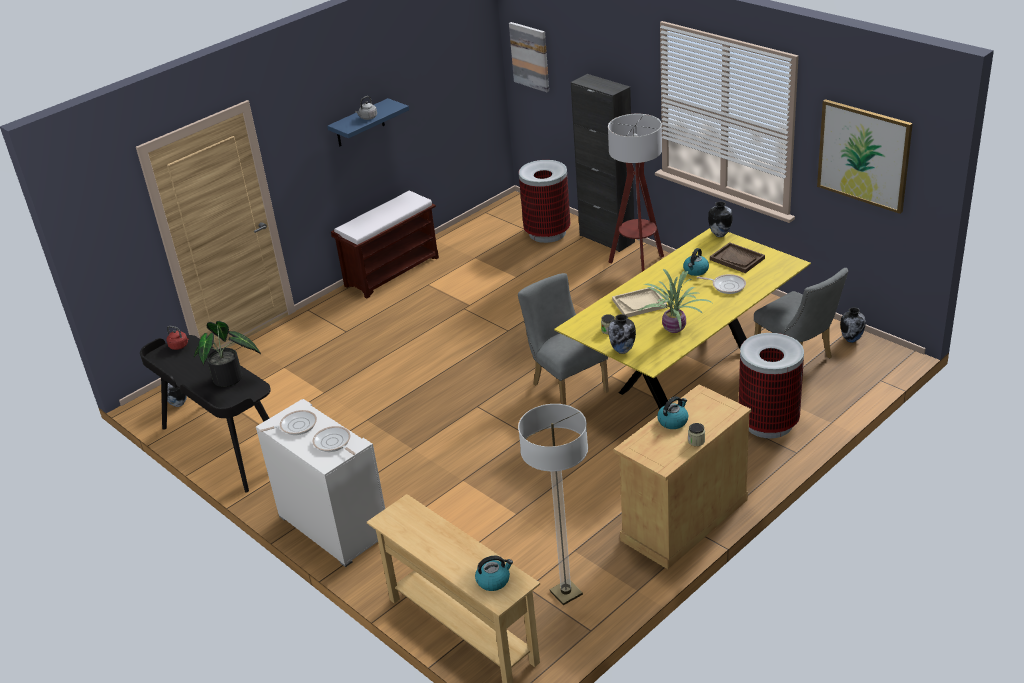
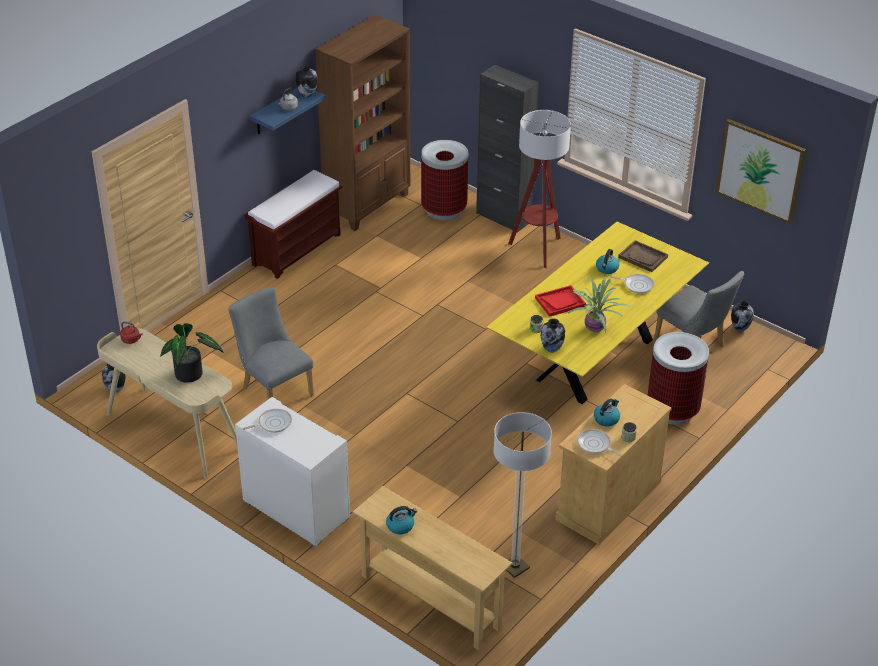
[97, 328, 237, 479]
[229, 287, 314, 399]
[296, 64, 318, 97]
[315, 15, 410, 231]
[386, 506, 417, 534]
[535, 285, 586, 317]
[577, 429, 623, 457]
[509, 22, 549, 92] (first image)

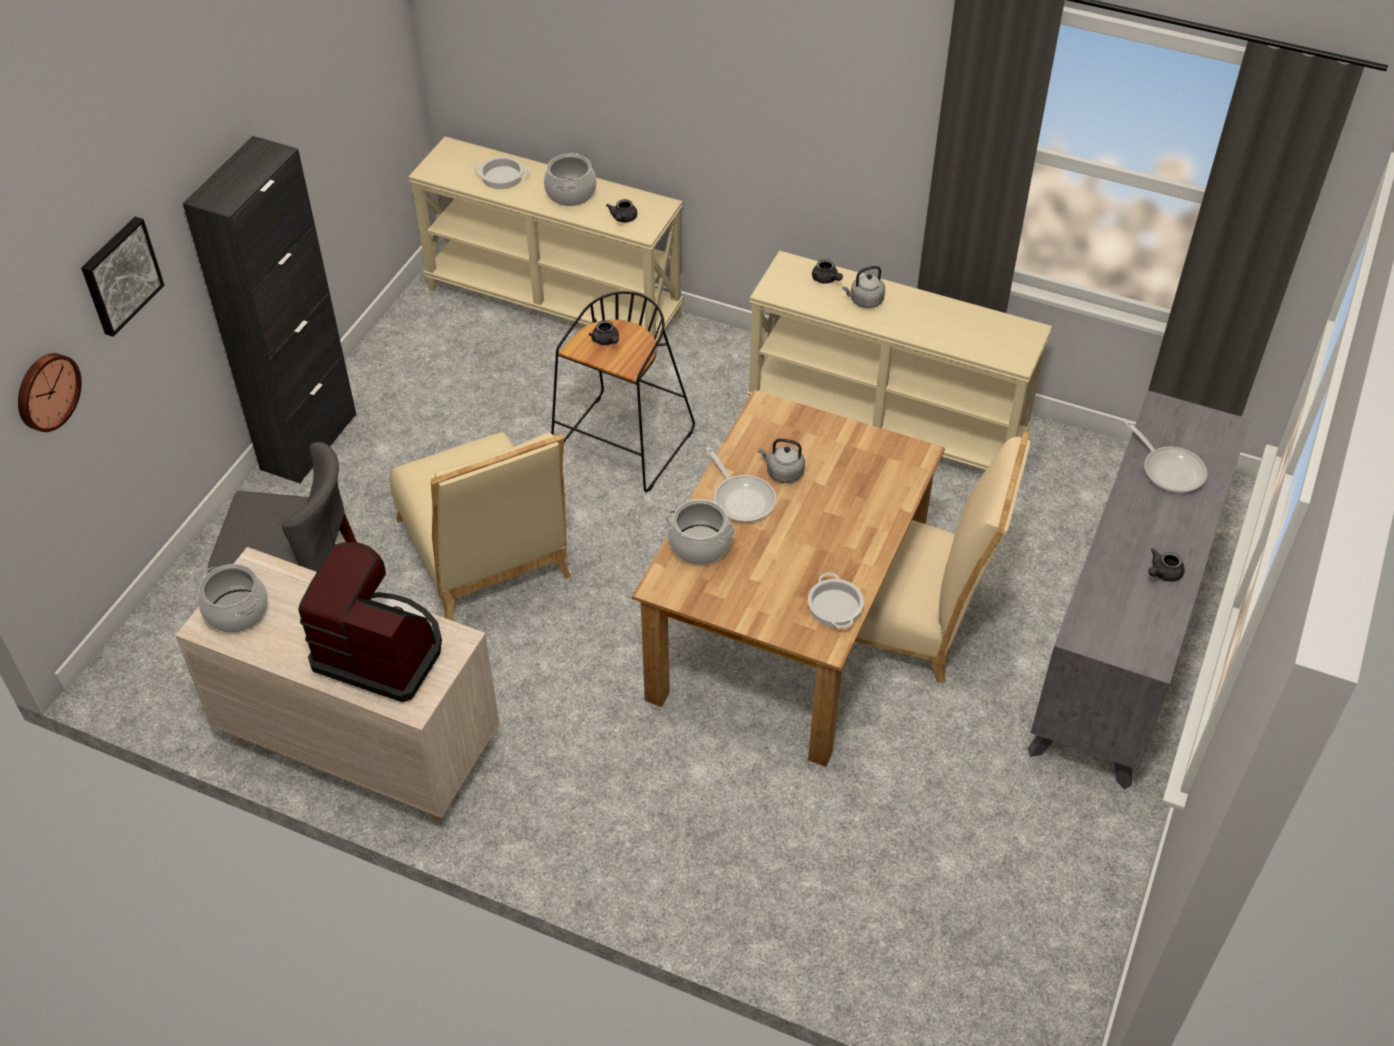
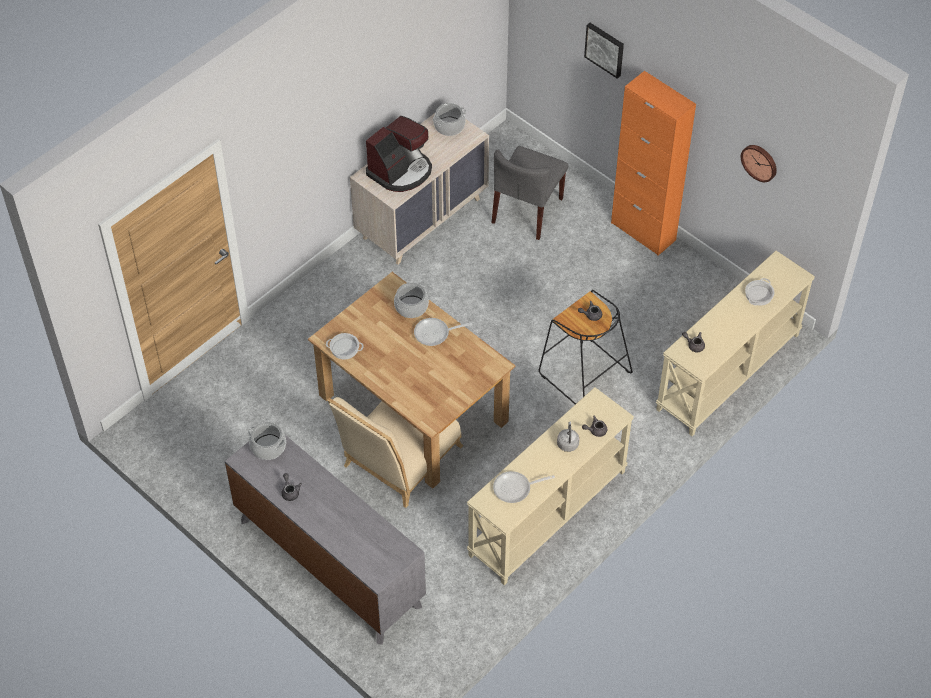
[248, 422, 286, 460]
[493, 471, 555, 503]
[611, 71, 696, 256]
[741, 145, 777, 182]
[390, 432, 571, 621] (first image)
[759, 438, 805, 483] (first image)

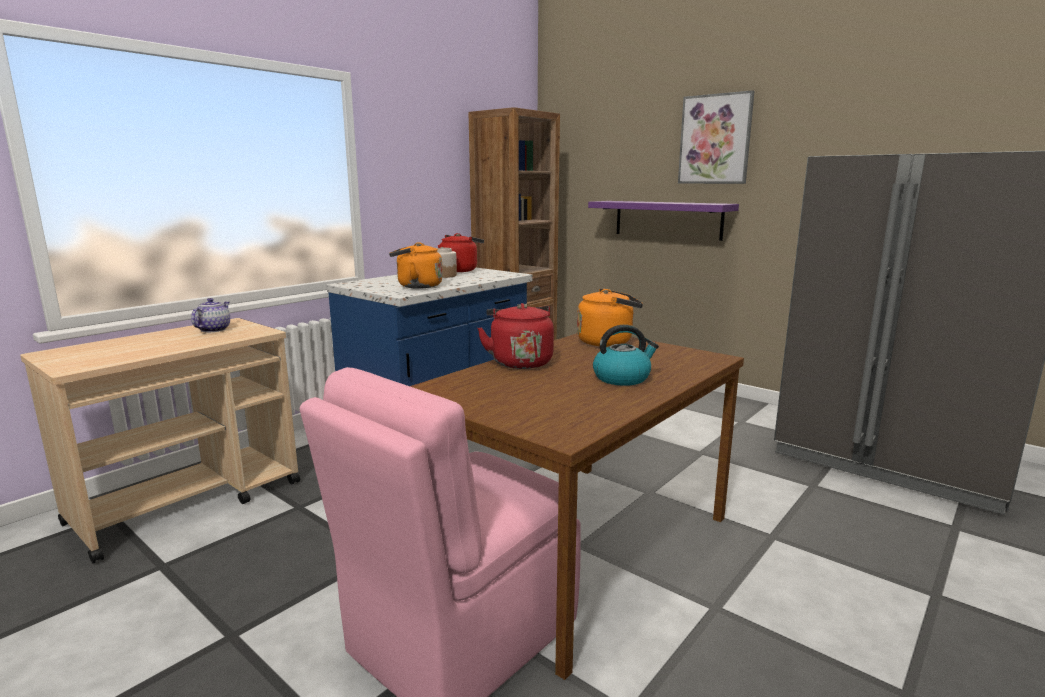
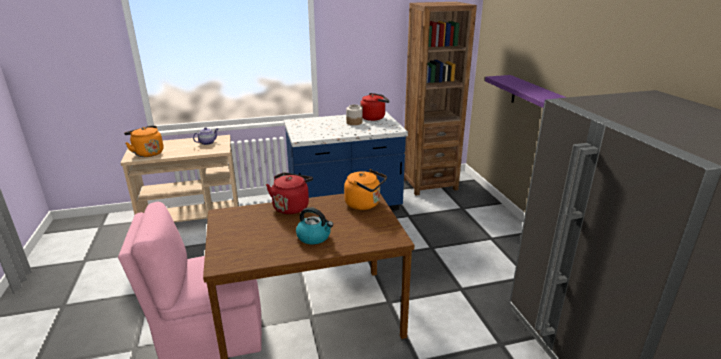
[124, 126, 164, 157]
[678, 90, 755, 184] (first image)

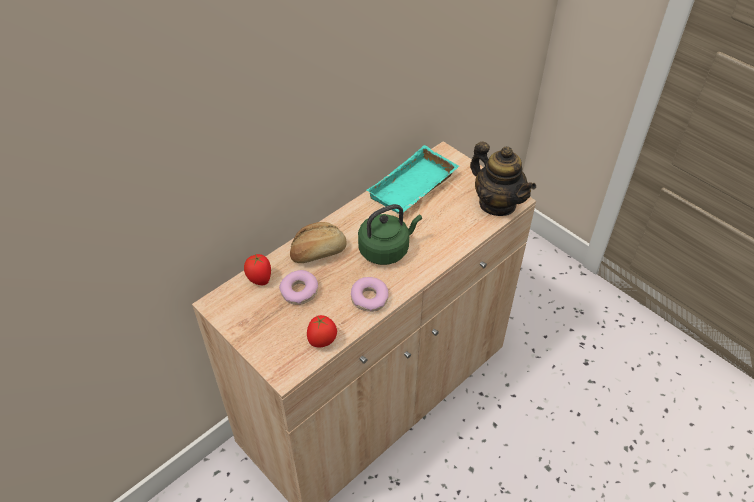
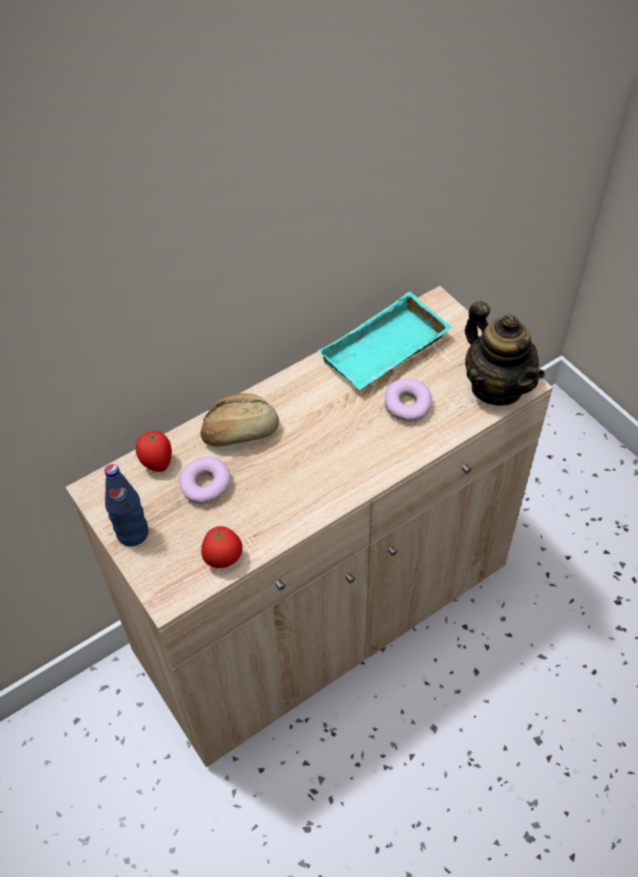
[105, 464, 148, 546]
[385, 378, 432, 422]
[358, 204, 422, 265] (first image)

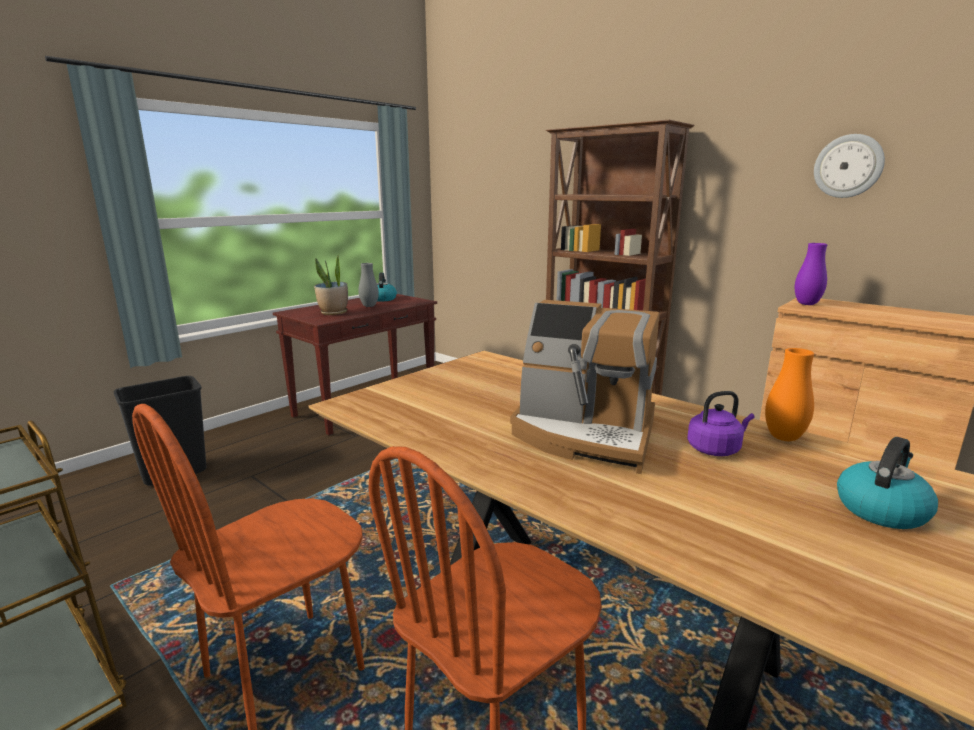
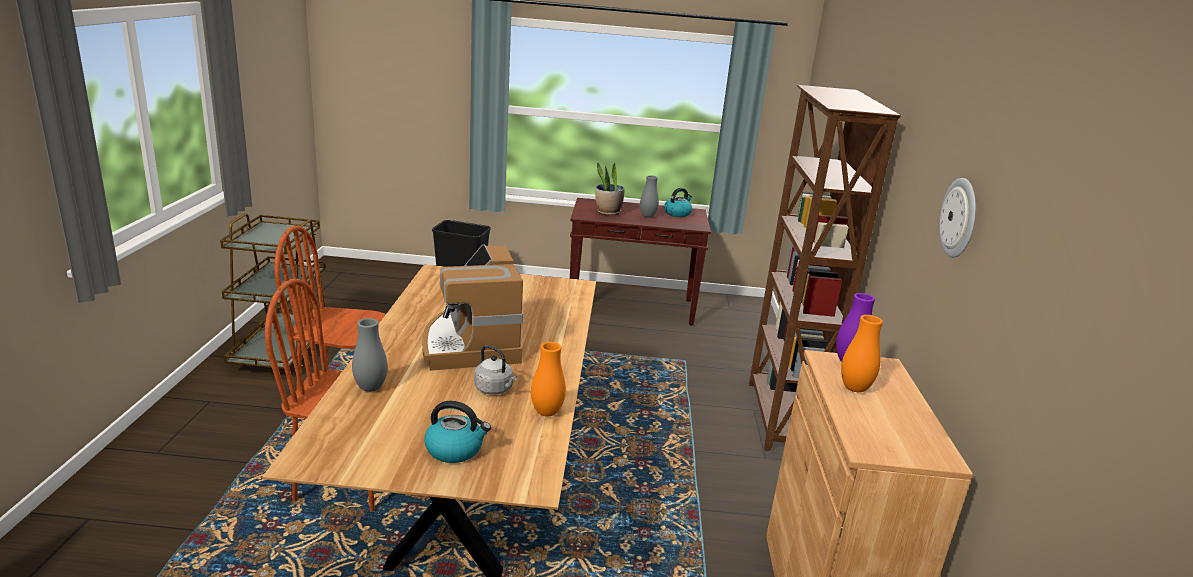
[352, 318, 388, 392]
[474, 345, 517, 395]
[841, 315, 883, 392]

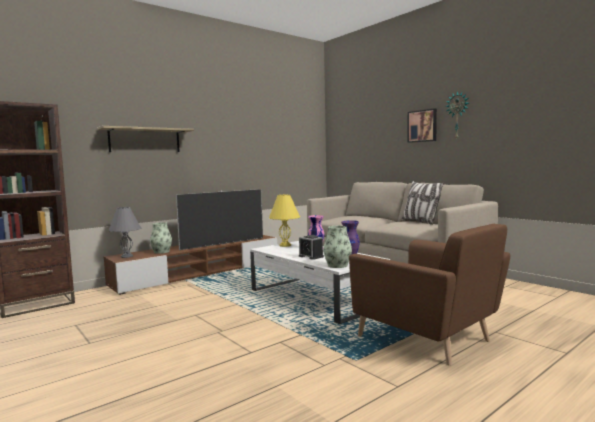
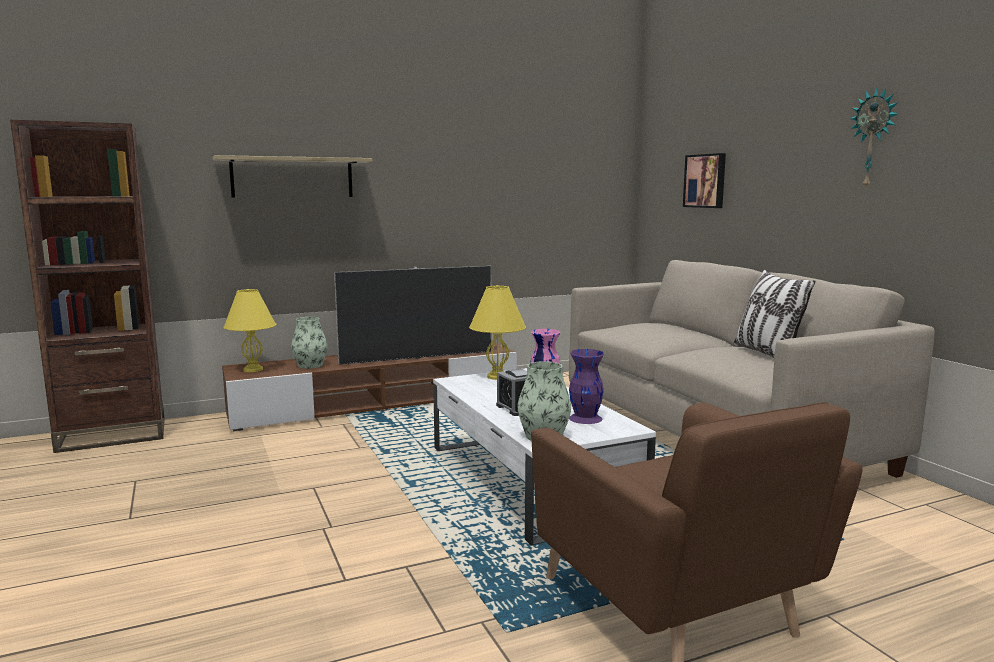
[224, 289, 276, 372]
[683, 153, 726, 208]

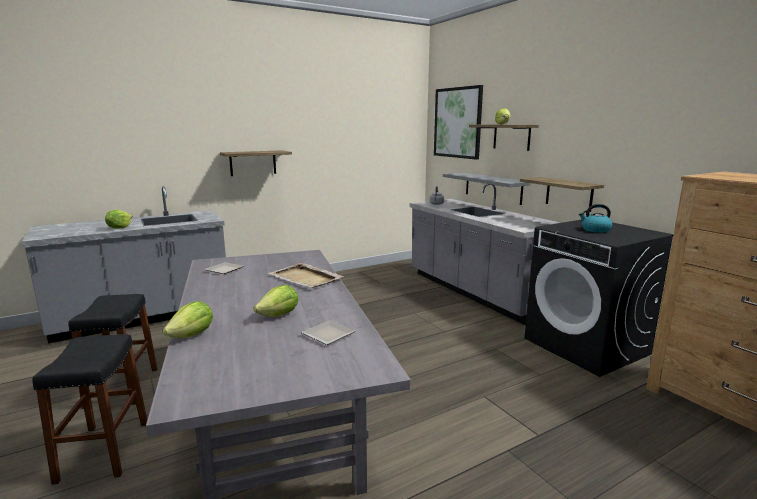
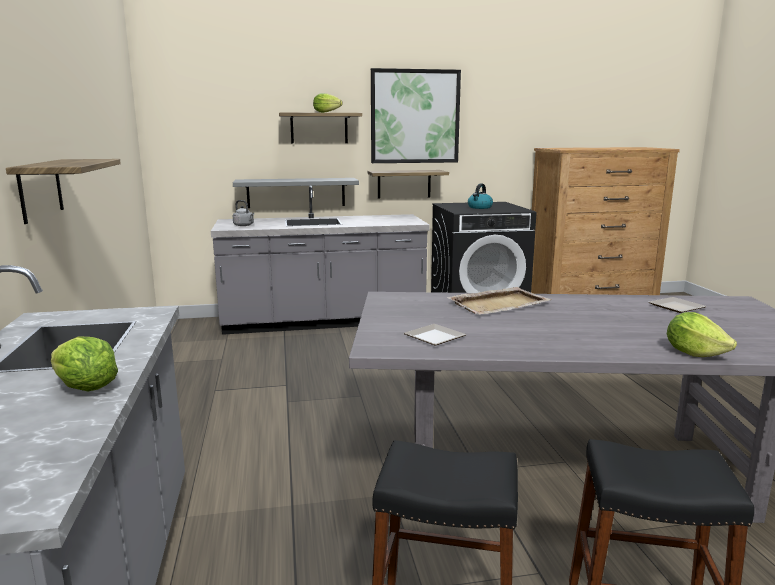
[371, 68, 461, 163]
[254, 285, 298, 317] (first image)

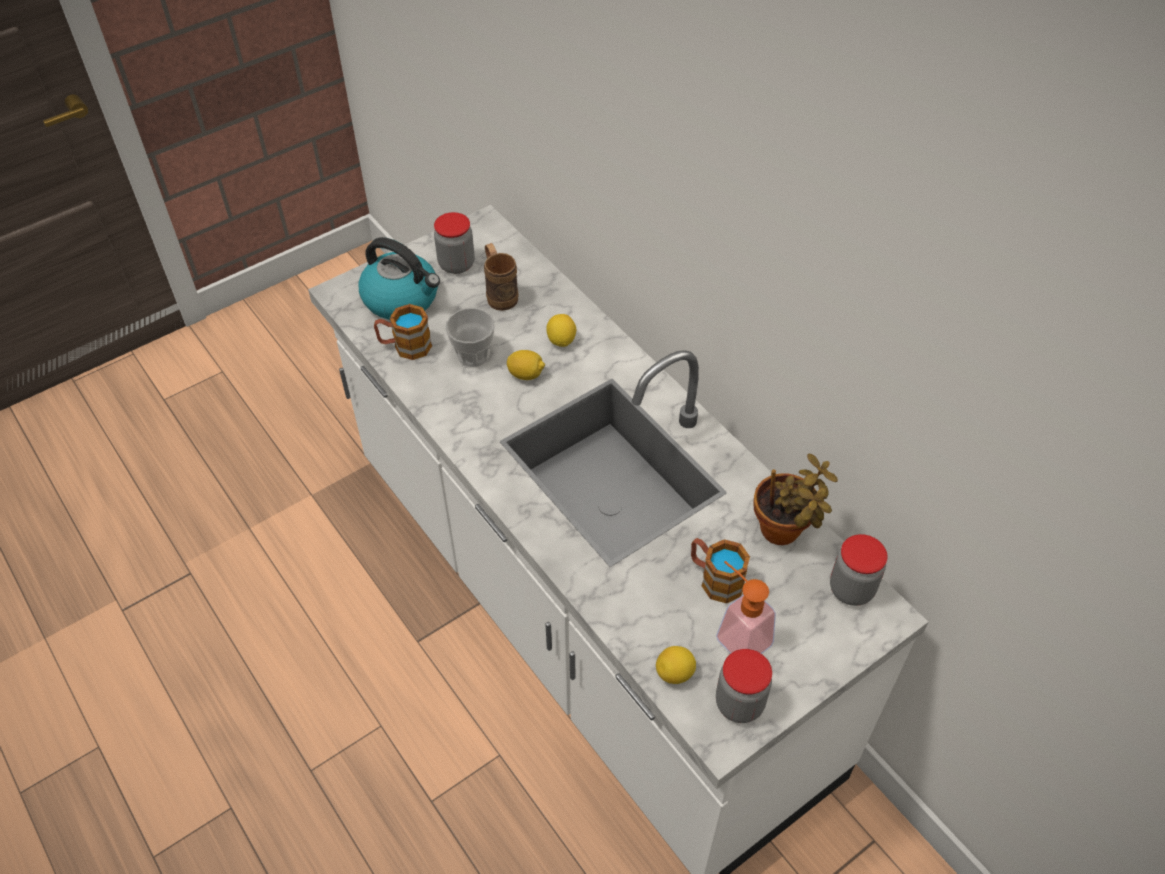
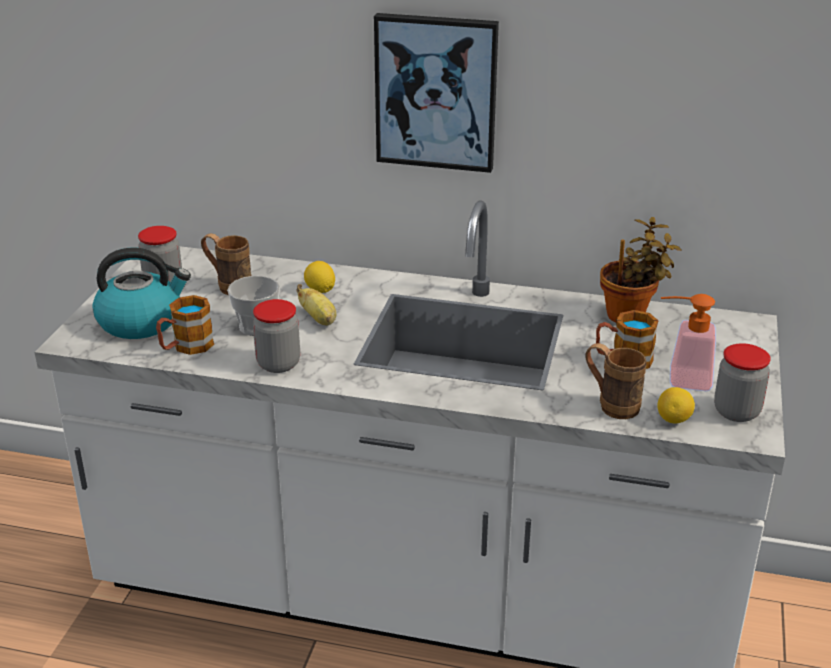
[253, 299, 300, 373]
[296, 284, 336, 325]
[374, 13, 499, 173]
[586, 343, 646, 419]

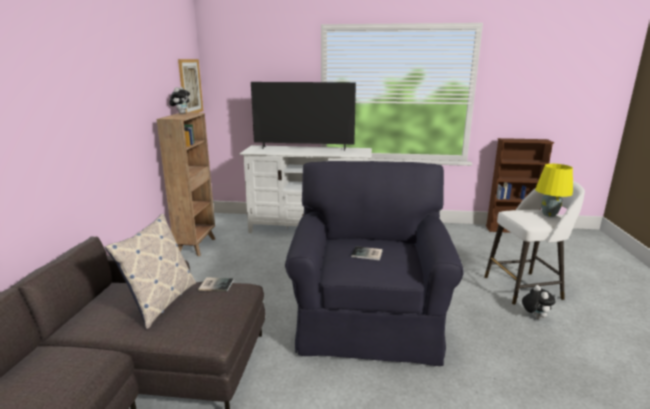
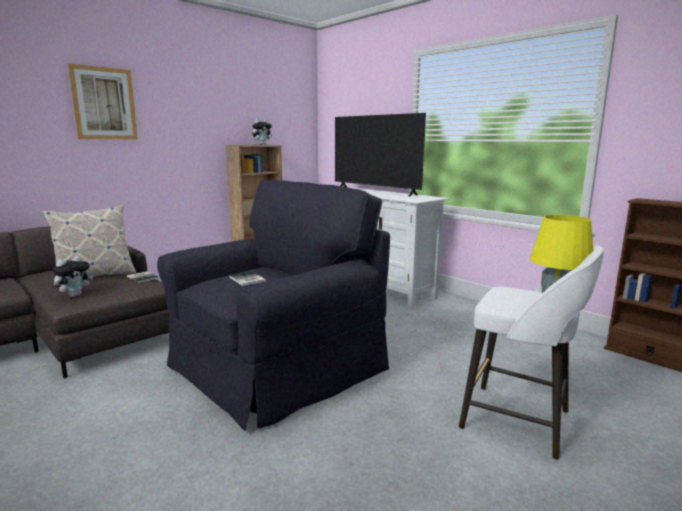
[53, 256, 93, 297]
[68, 64, 138, 139]

